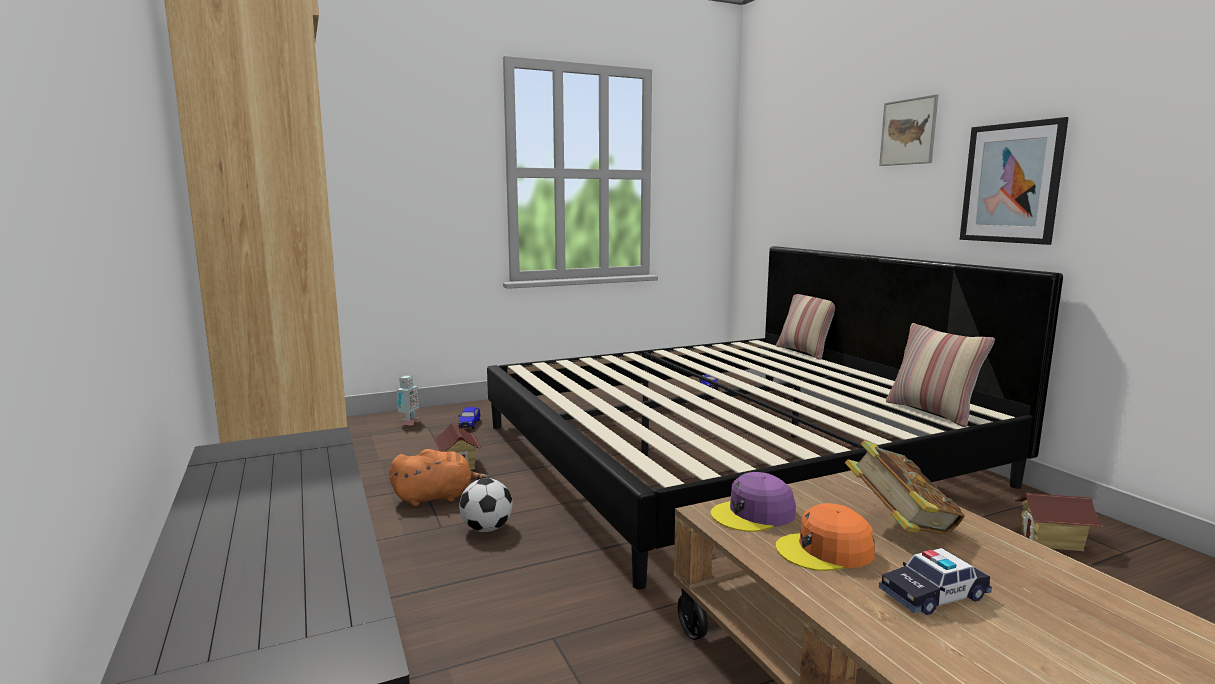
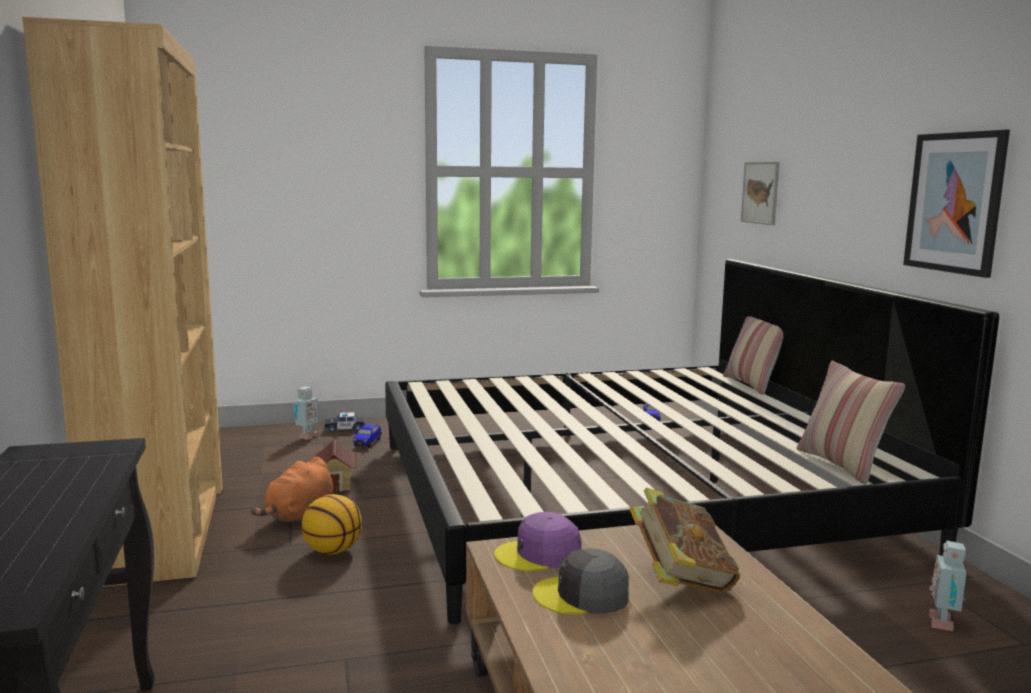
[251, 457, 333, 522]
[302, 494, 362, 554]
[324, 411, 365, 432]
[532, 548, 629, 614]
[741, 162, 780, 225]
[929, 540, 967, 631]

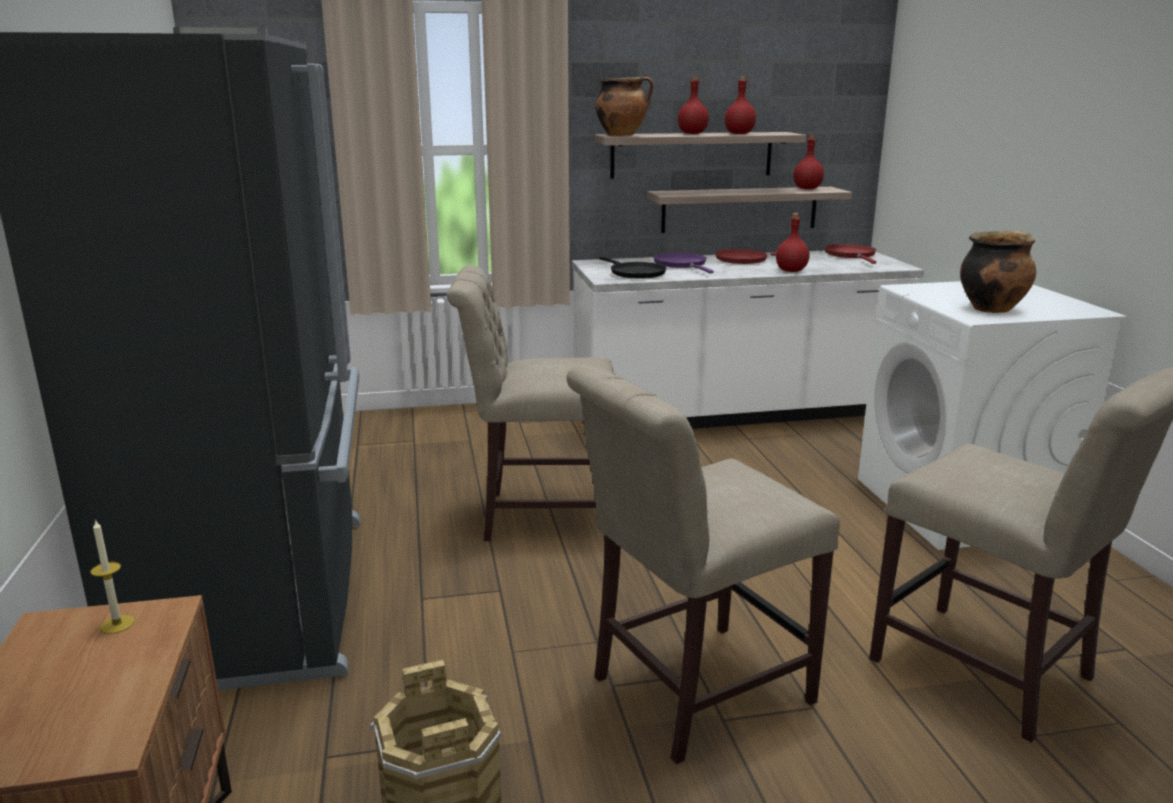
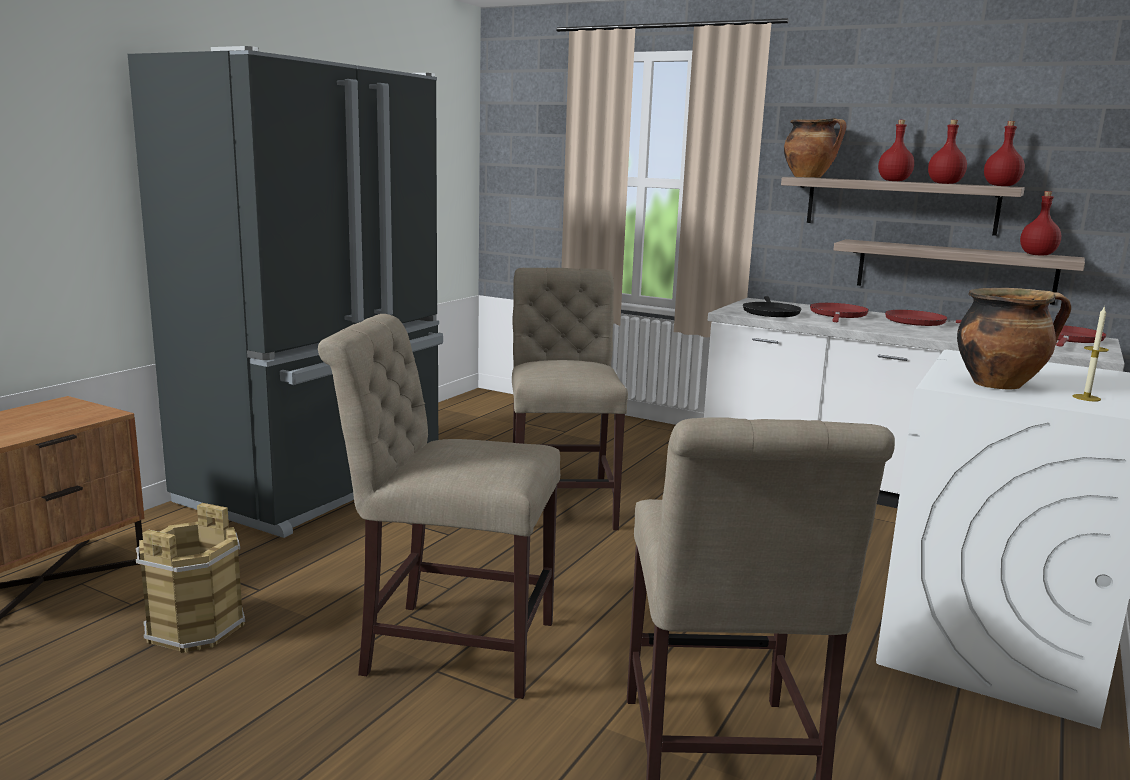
[512, 268, 628, 530]
[810, 303, 869, 322]
[984, 121, 1025, 186]
[1073, 306, 1108, 401]

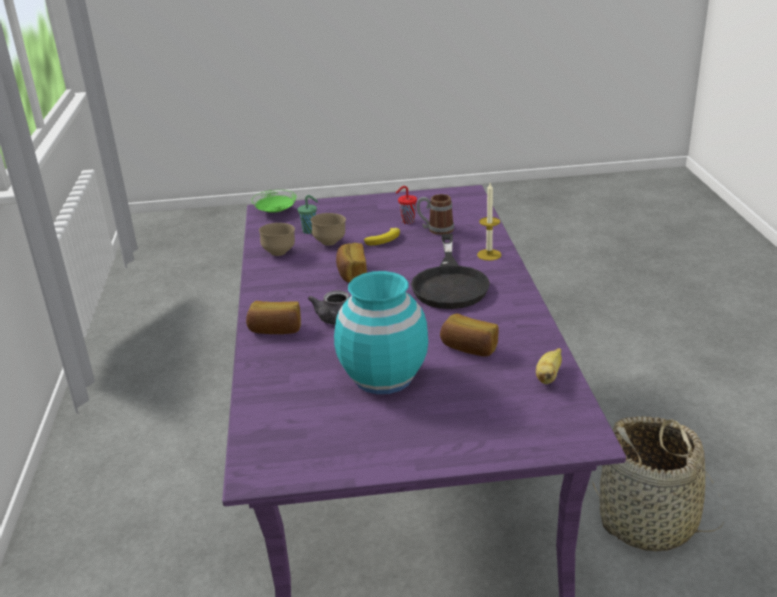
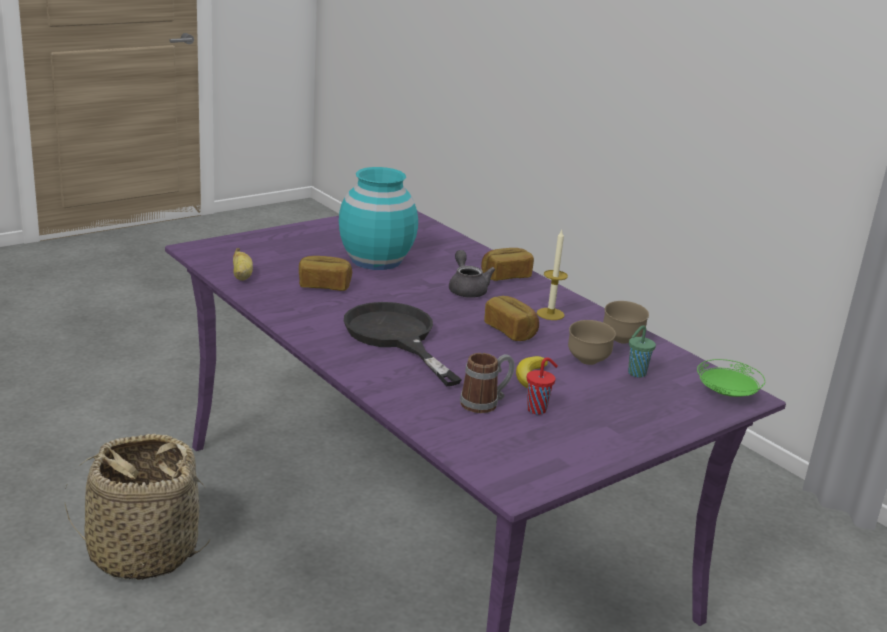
[537, 230, 568, 320]

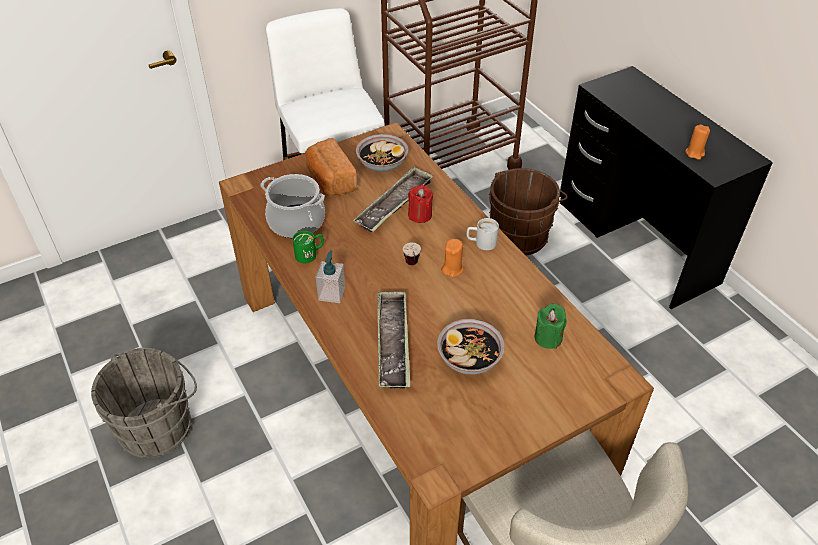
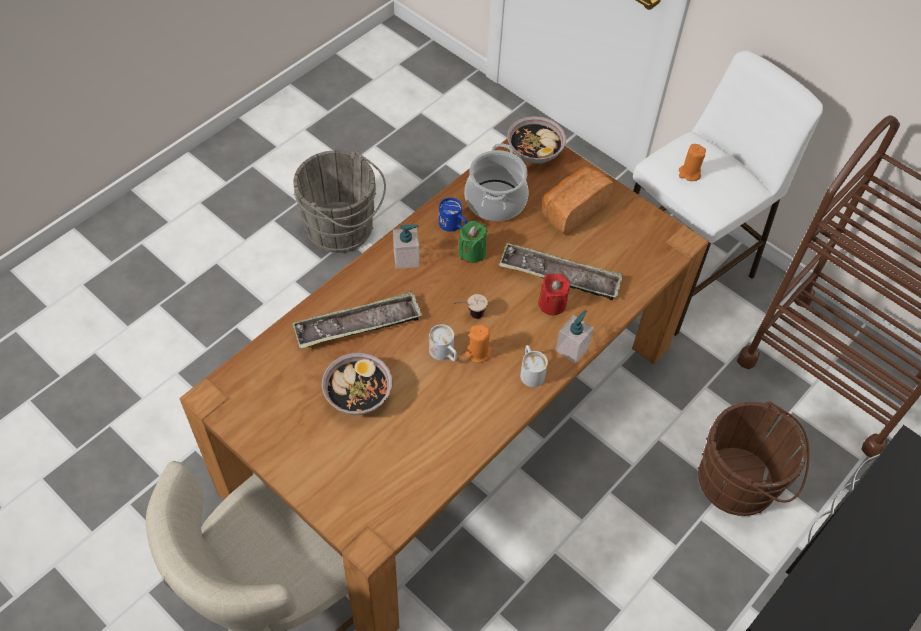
[429, 324, 457, 361]
[439, 197, 467, 232]
[459, 221, 487, 263]
[507, 116, 566, 164]
[555, 310, 594, 364]
[679, 144, 706, 181]

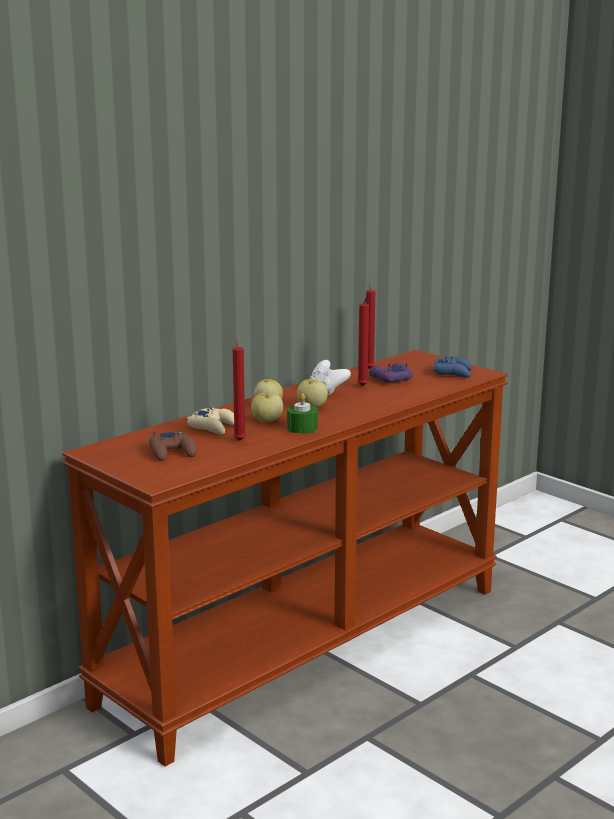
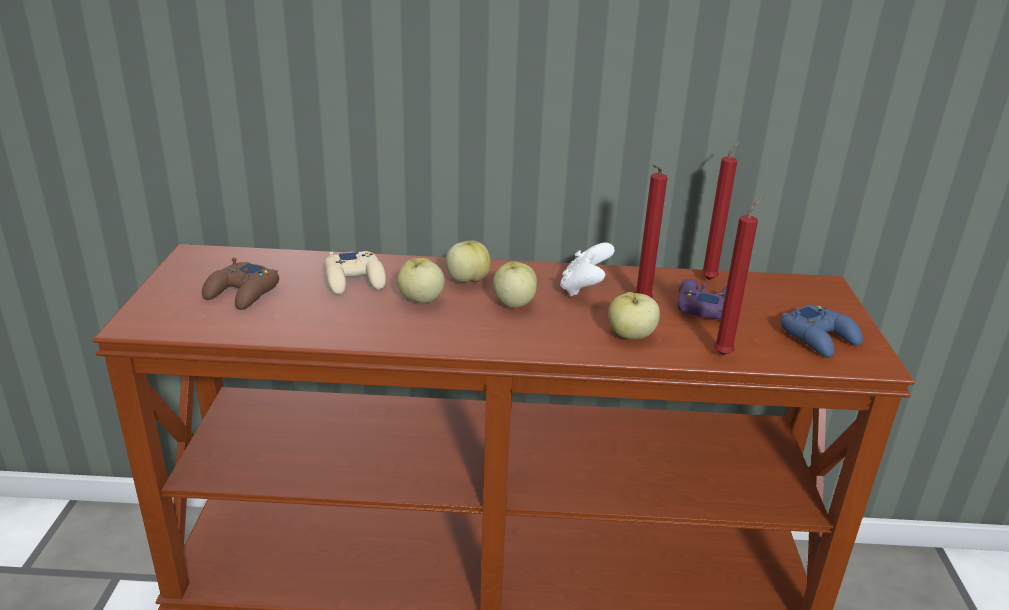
[608, 292, 660, 340]
[714, 197, 763, 355]
[287, 393, 318, 434] (first image)

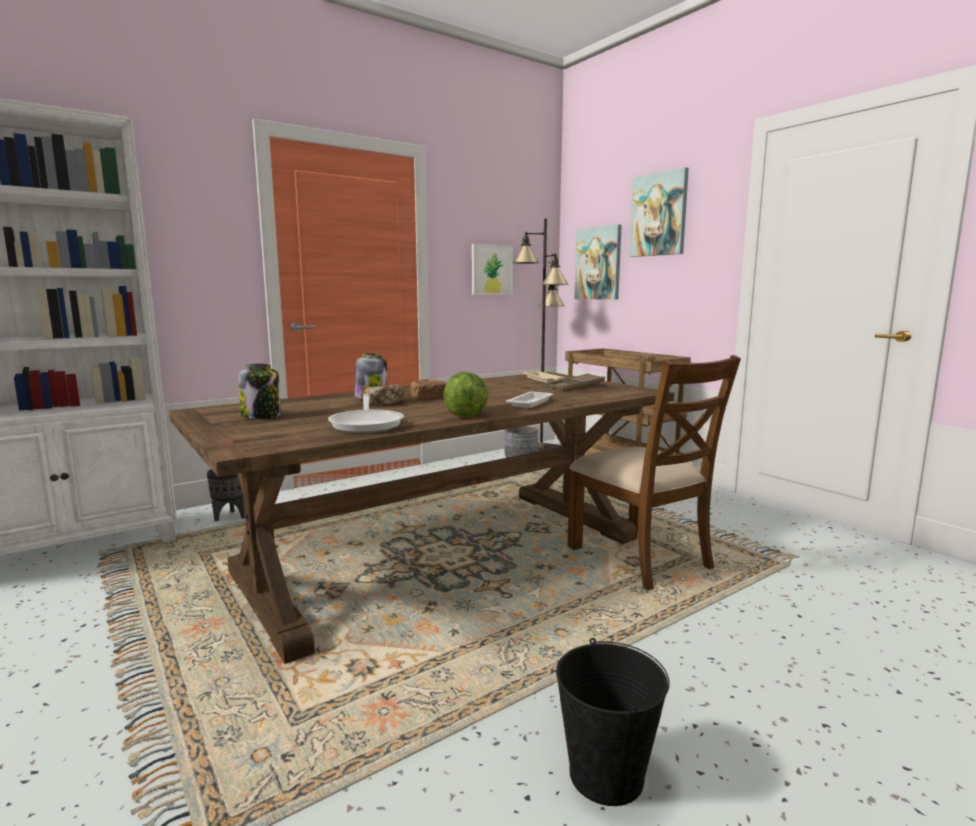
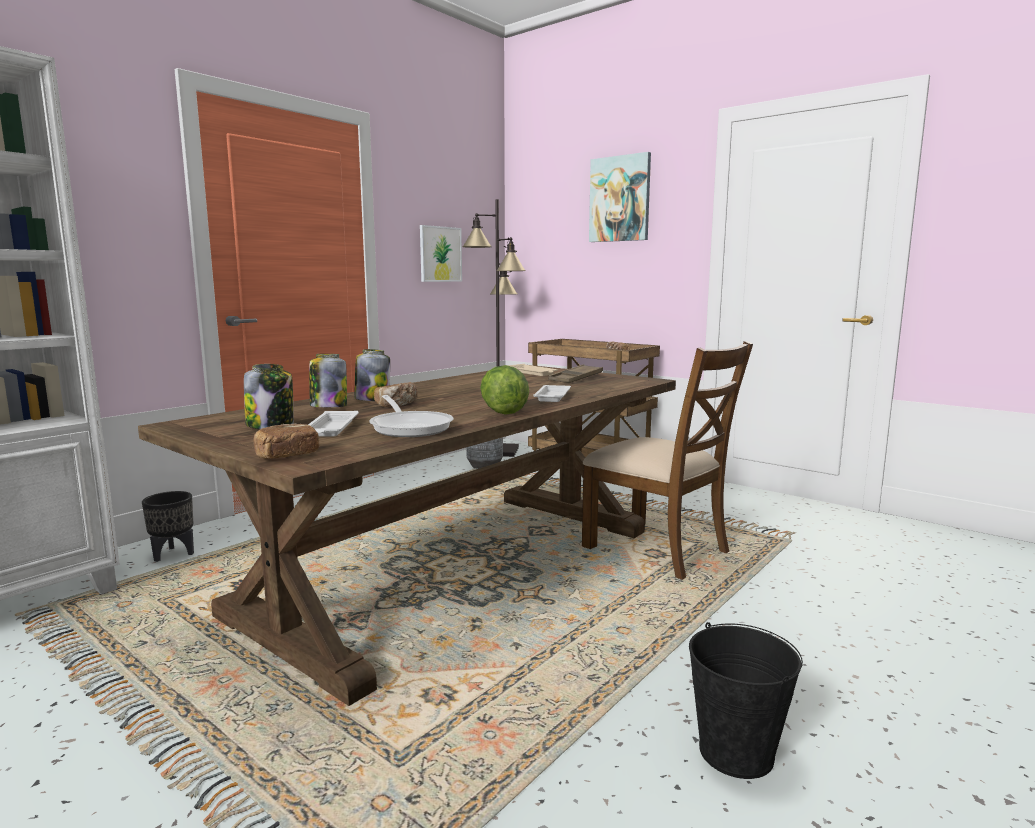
[253, 424, 320, 459]
[308, 411, 358, 437]
[309, 354, 347, 408]
[575, 224, 622, 300] (first image)

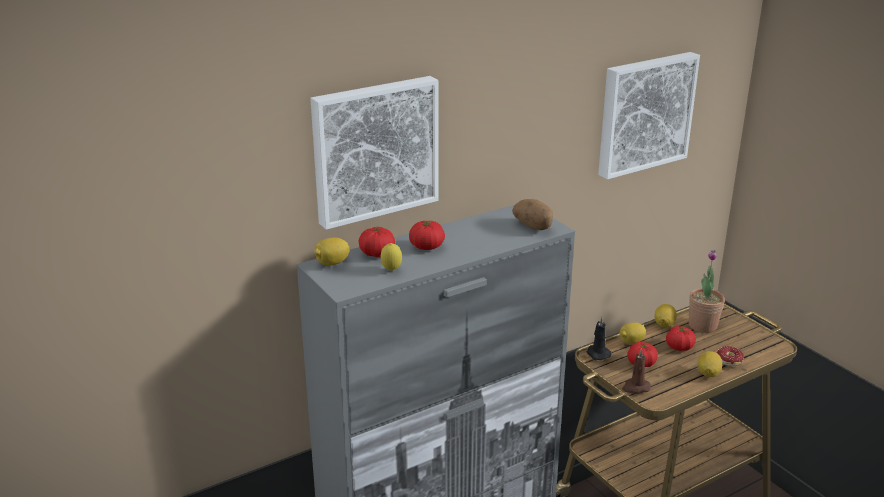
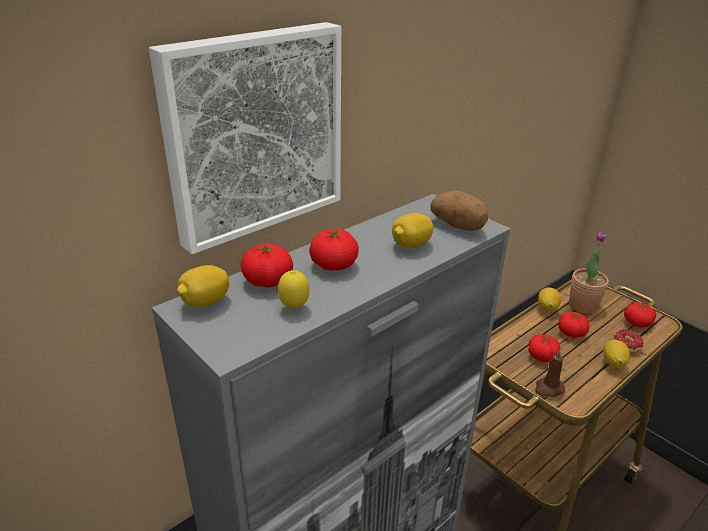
[392, 213, 433, 248]
[624, 302, 656, 328]
[587, 317, 611, 360] (first image)
[598, 52, 700, 179] (first image)

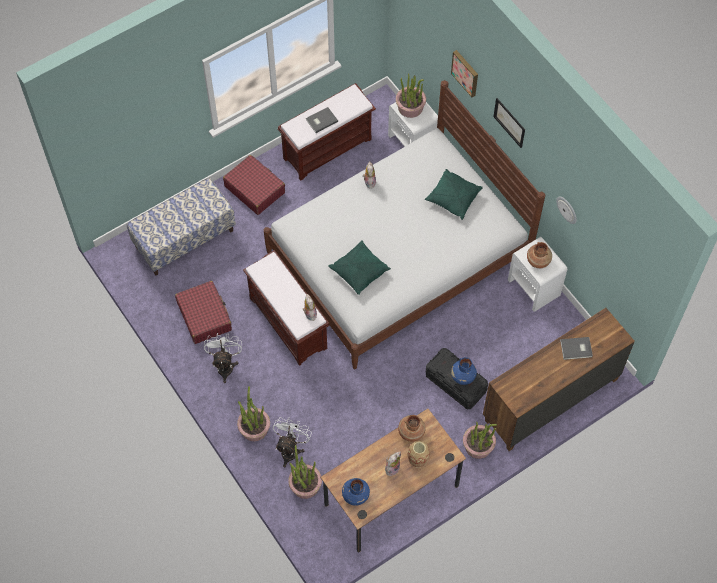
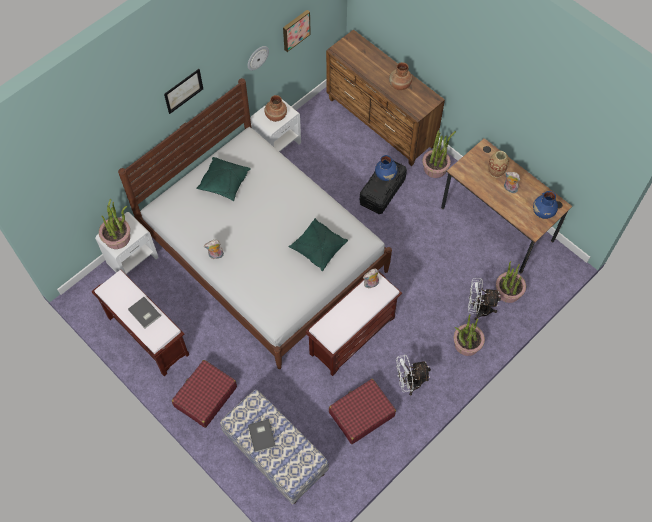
[248, 419, 276, 453]
[283, 10, 311, 52]
[389, 62, 412, 90]

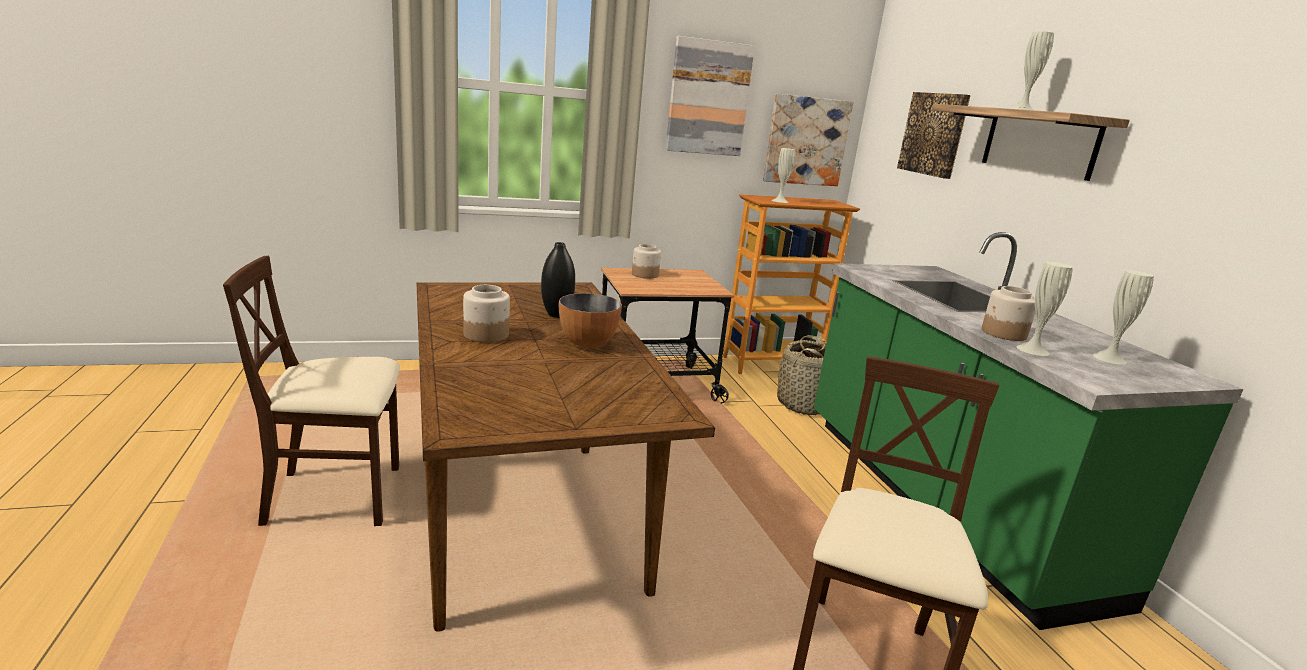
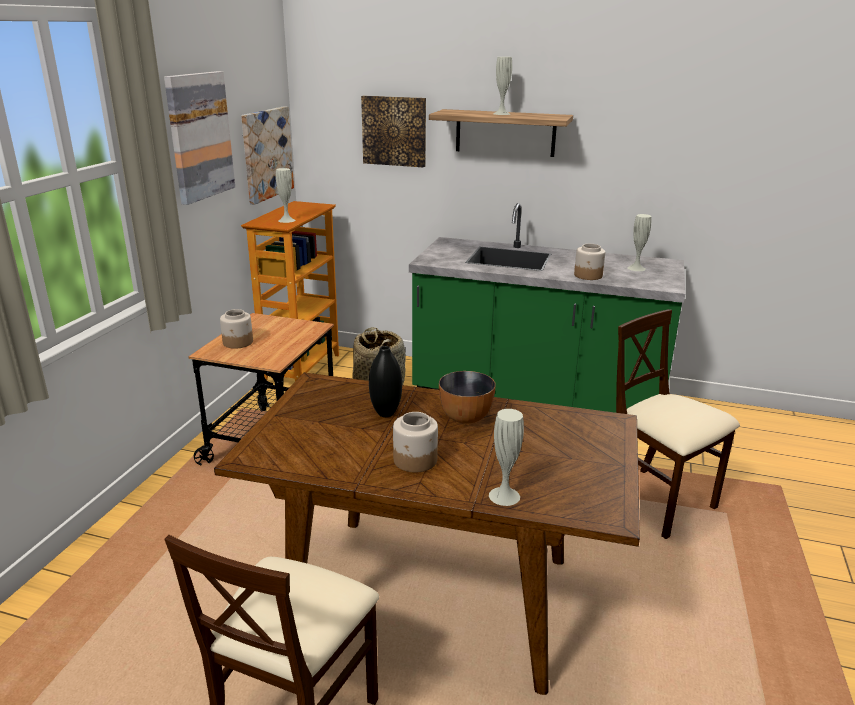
[489, 409, 524, 506]

